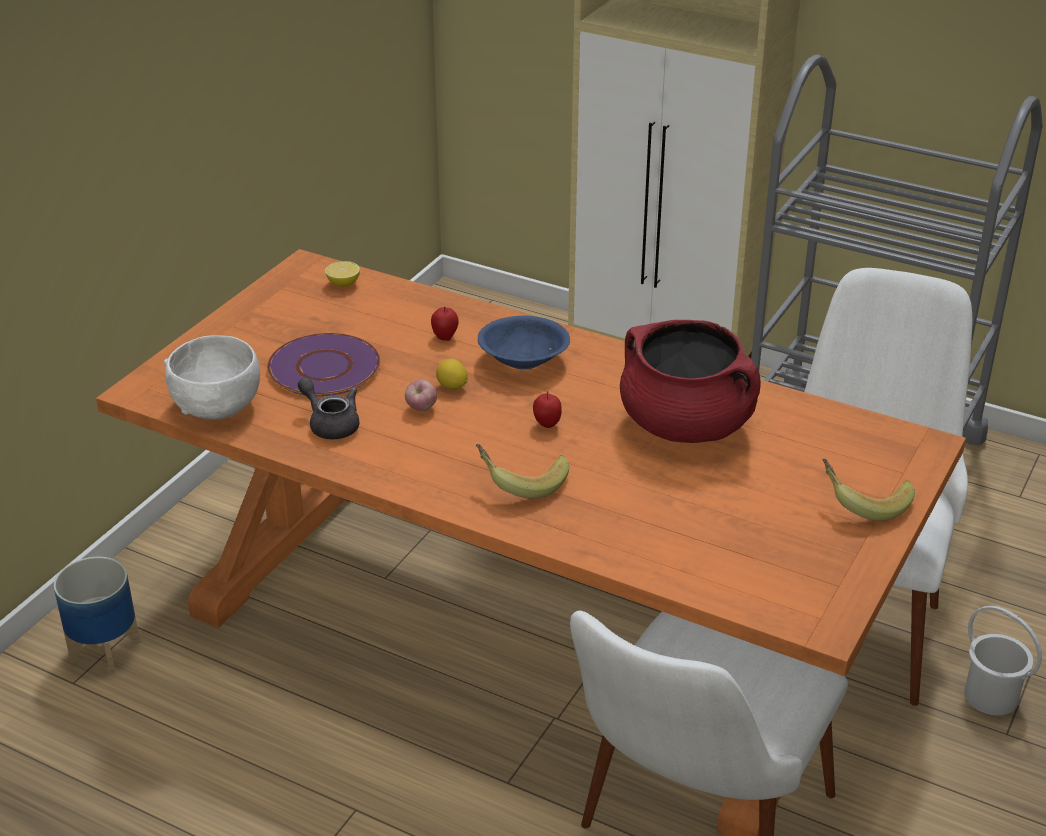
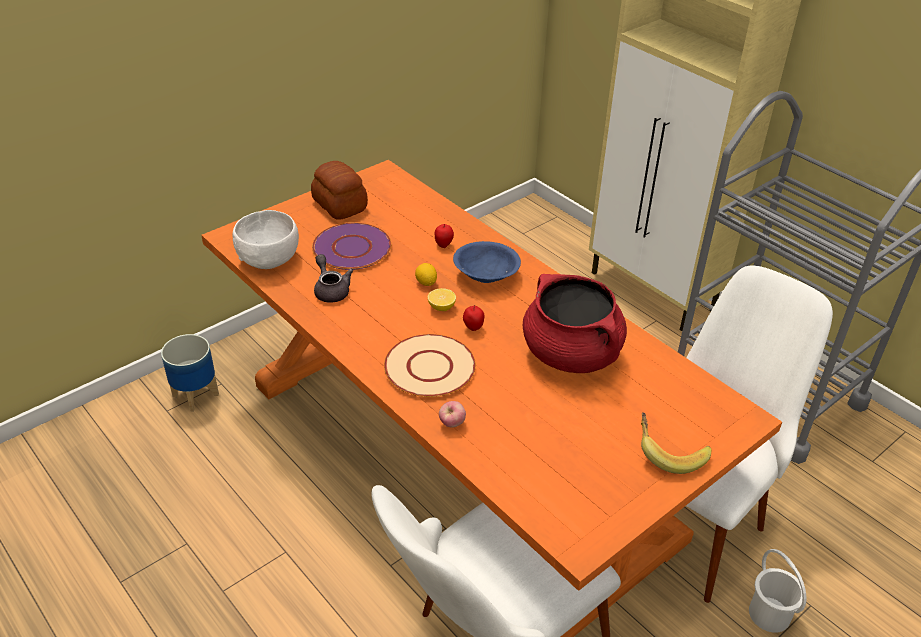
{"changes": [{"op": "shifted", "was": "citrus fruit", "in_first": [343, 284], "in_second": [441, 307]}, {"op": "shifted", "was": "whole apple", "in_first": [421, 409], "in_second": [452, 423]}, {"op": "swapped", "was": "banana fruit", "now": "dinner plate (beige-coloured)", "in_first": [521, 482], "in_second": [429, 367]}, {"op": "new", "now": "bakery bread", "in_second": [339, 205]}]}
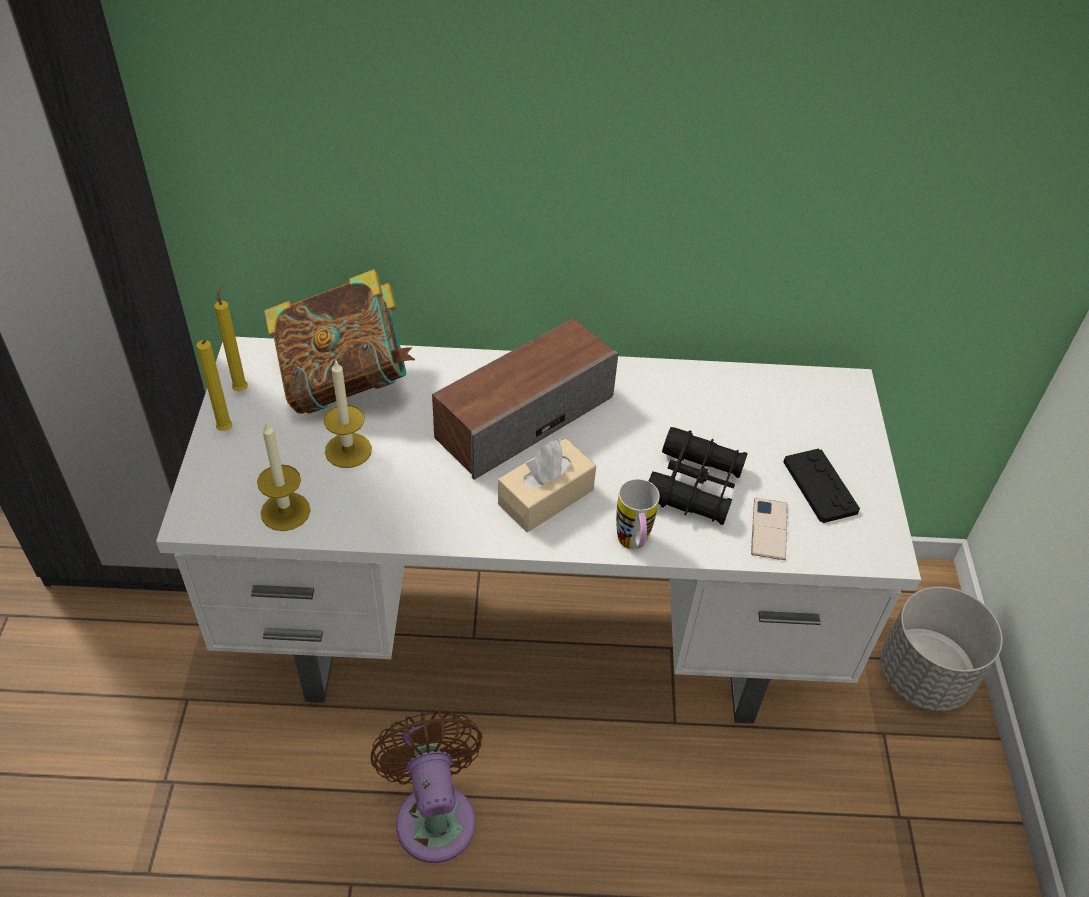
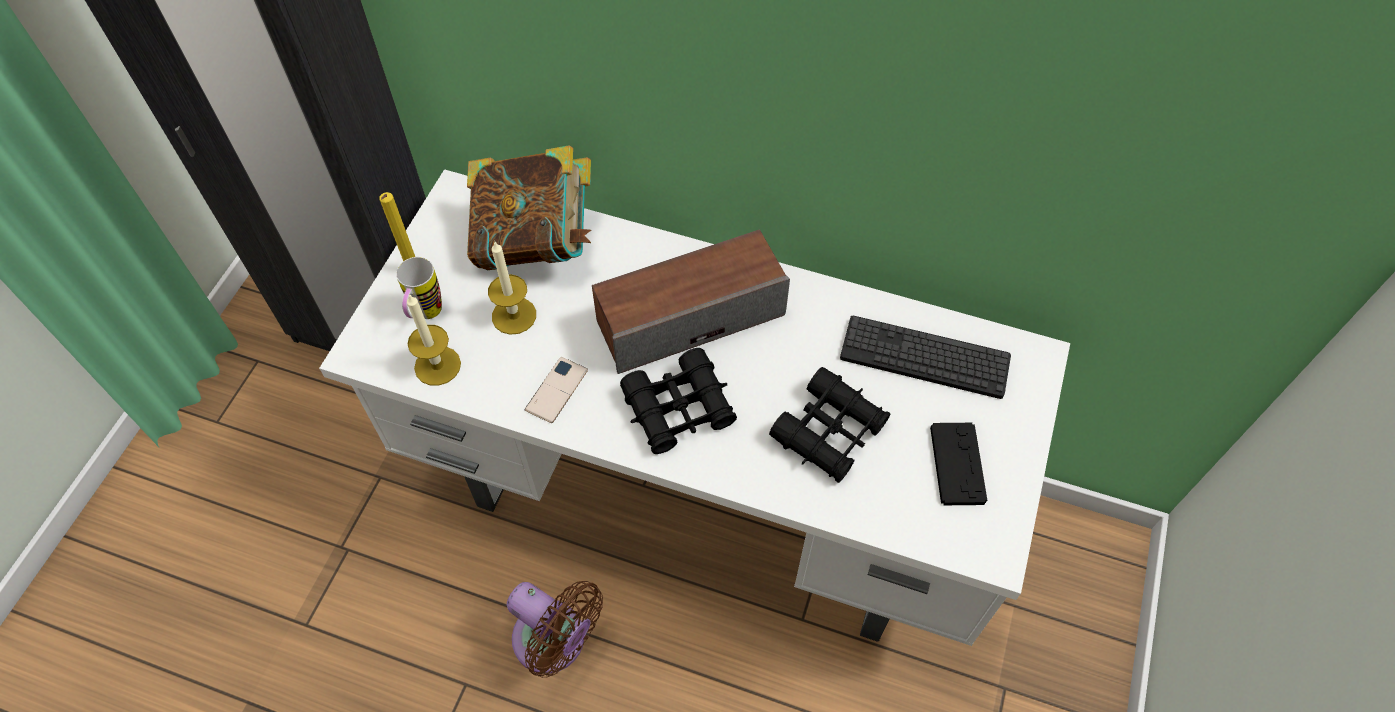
{"changes": [{"op": "gone", "was": "wax candle (yellow-coloured)", "in_first": [241, 388]}, {"op": "swapped", "was": "box of tissues (beige-coloured)", "now": "binoculars (black-coloured)", "in_first": [546, 497], "in_second": [679, 408]}, {"op": "shifted", "was": "tea mug", "in_first": [633, 546], "in_second": [425, 316]}, {"op": "shifted", "was": "phone", "in_first": [769, 529], "in_second": [556, 390]}, {"op": "gone", "was": "flower pot (gray)", "in_first": [924, 676]}, {"op": "rotated", "was": "cooling fan (brown)", "in_first": [434, 814], "in_second": [555, 642], "clockwise": 120}, {"op": "new", "now": "computer keyboard", "in_second": [924, 358]}]}
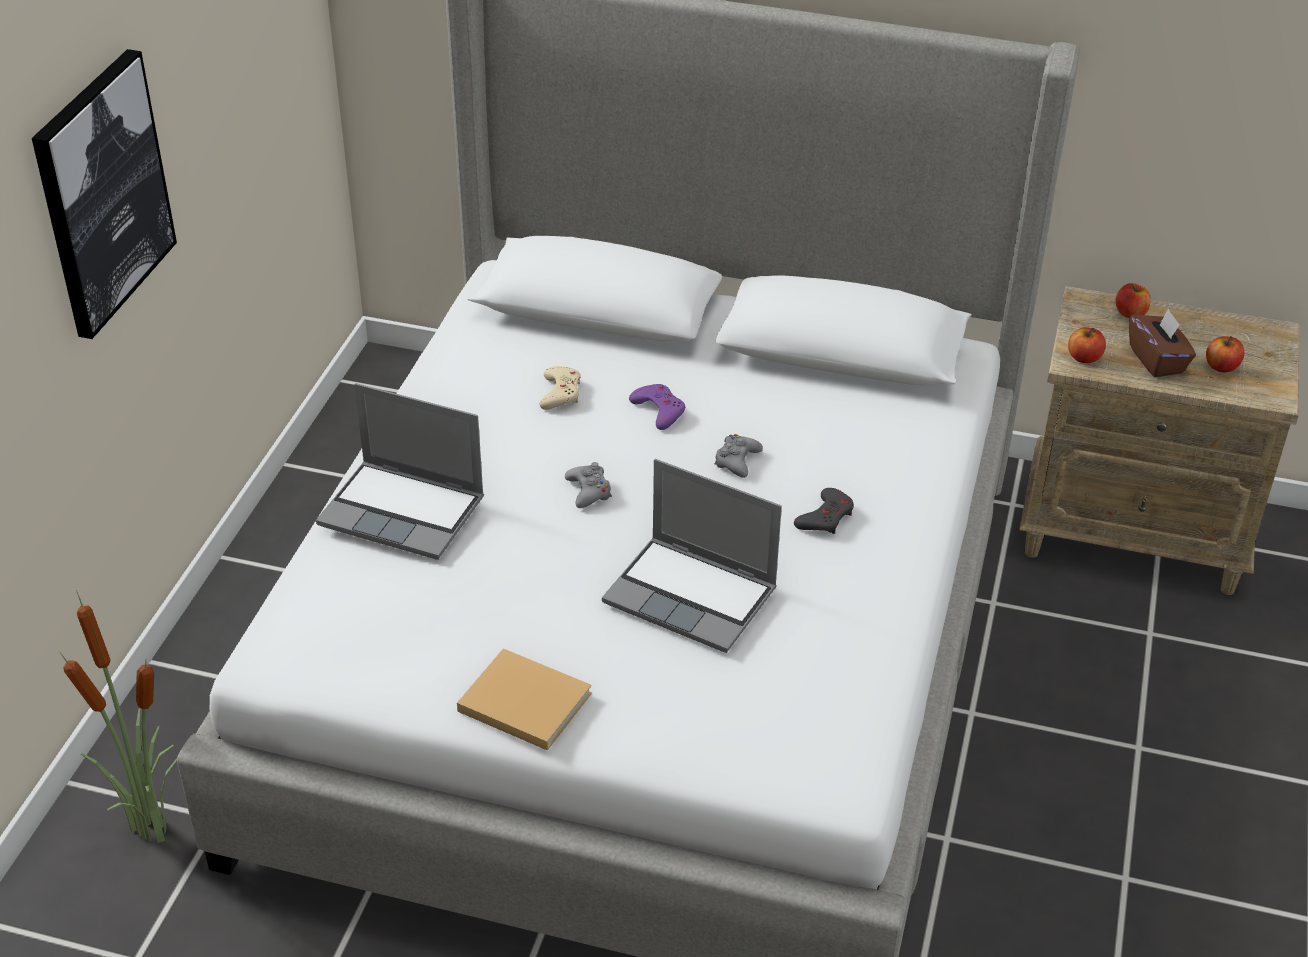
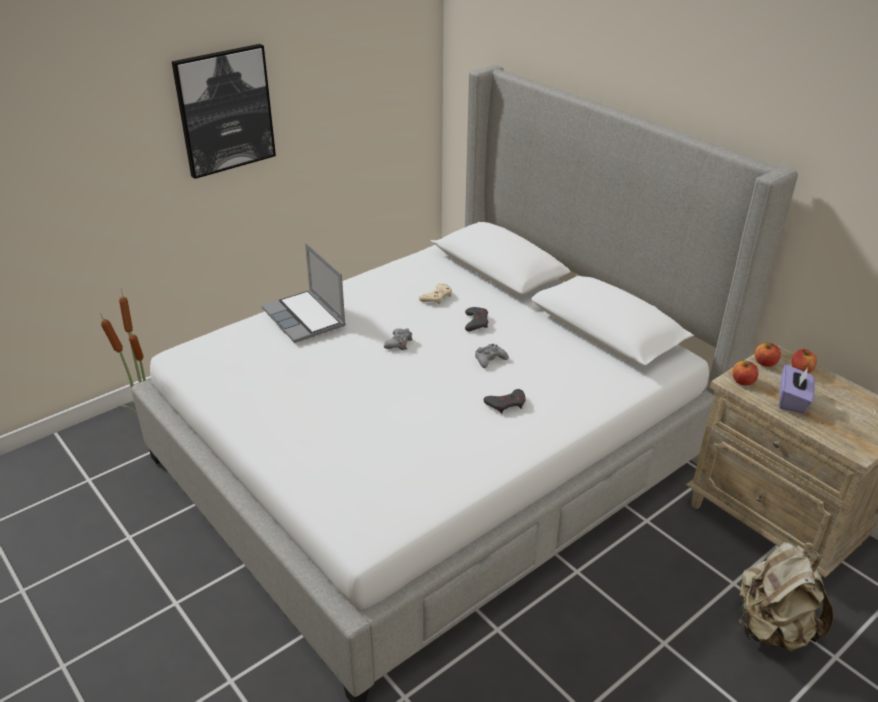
{"changes": [{"op": "repainted", "was": "box of tissues (brown)", "now": "box of tissues (purple-coloured)", "in_first": [1157, 360], "in_second": [792, 400]}, {"op": "shifted", "was": "whole apple", "in_first": [1221, 367], "in_second": [765, 363]}, {"op": "repainted", "was": "gamepad (purple-coloured)", "now": "gamepad (gray)", "in_first": [659, 410], "in_second": [476, 322]}, {"op": "gone", "was": "portable computer", "in_first": [693, 596]}, {"op": "gone", "was": "bound book (beige-coloured)", "in_first": [521, 701]}, {"op": "new", "now": "rucksack (beige-coloured)", "in_second": [772, 628]}]}
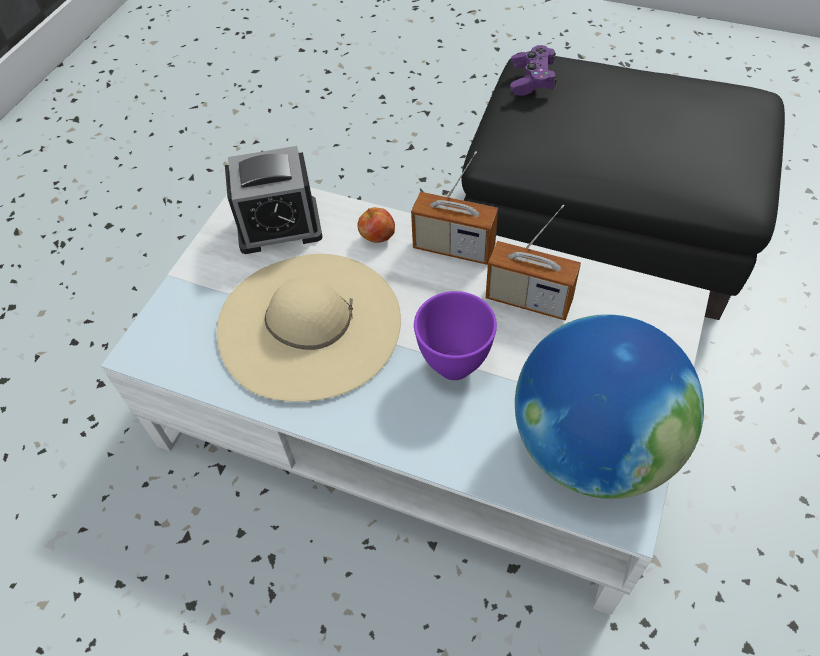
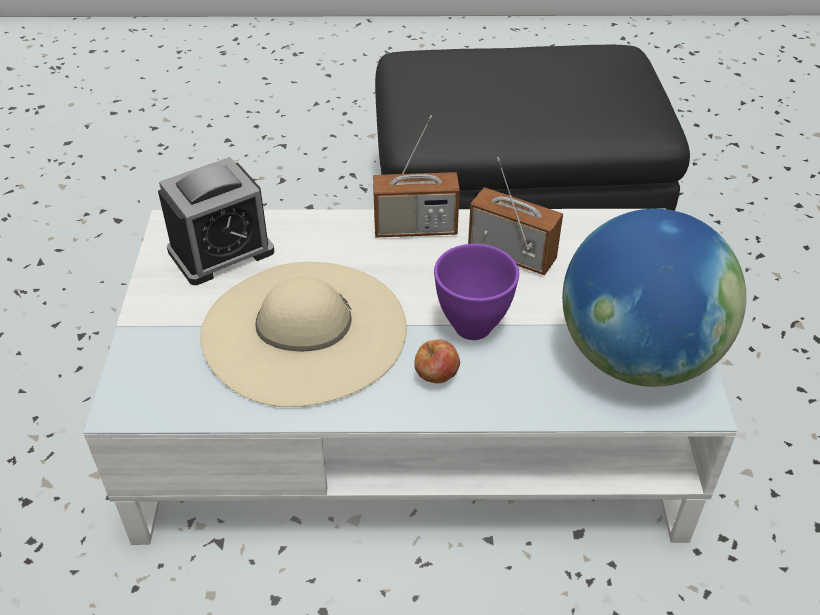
{"changes": [{"op": "gone", "was": "gamepad (purple-coloured)", "in_first": [532, 80]}, {"op": "rotated", "was": "radio set", "in_first": [528, 300], "in_second": [511, 254], "clockwise": -150}, {"op": "shifted", "was": "whole apple", "in_first": [377, 238], "in_second": [436, 377]}]}
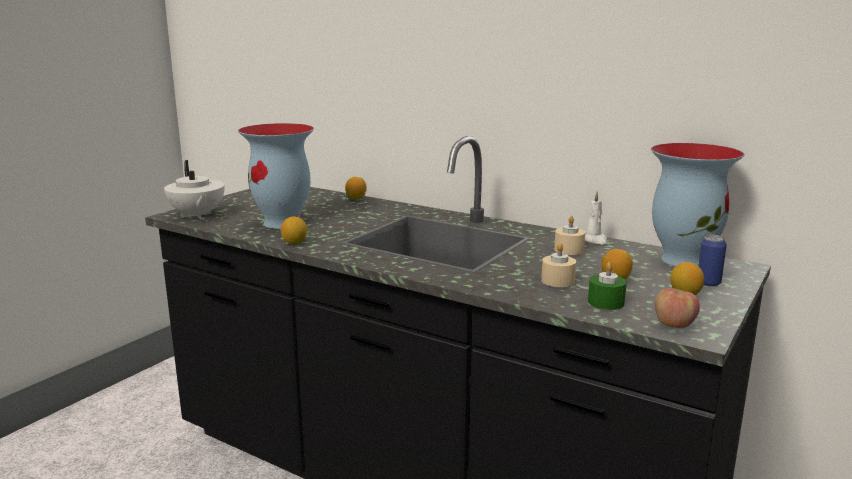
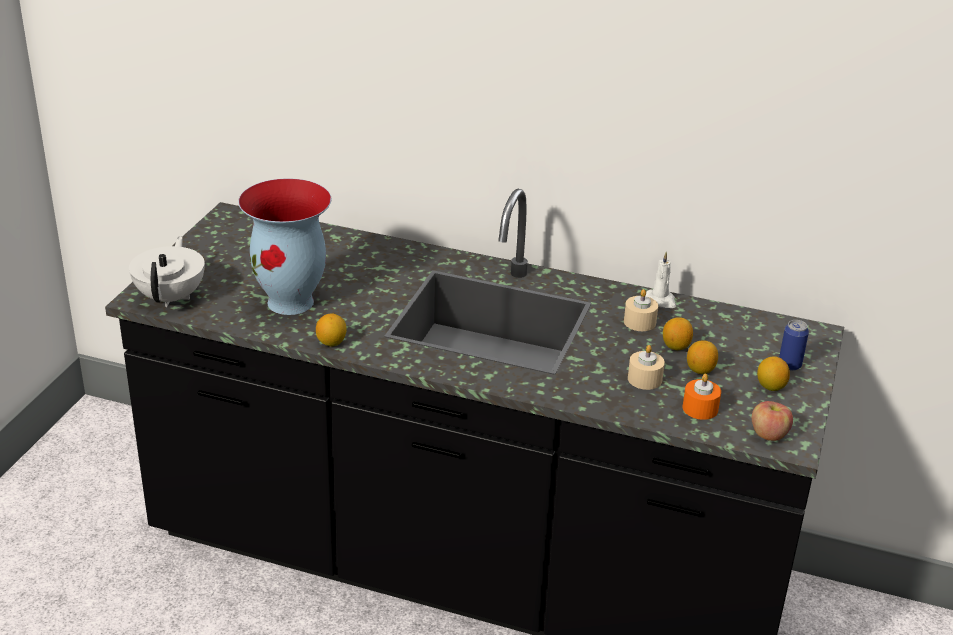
{"changes": [{"op": "gone", "was": "decorative vase", "in_first": [683, 259]}, {"op": "rotated", "was": "teapot (white)", "in_first": [197, 215], "in_second": [171, 297], "clockwise": -135}, {"op": "shifted", "was": "citrus fruit", "in_first": [356, 198], "in_second": [676, 346]}, {"op": "repainted", "was": "wax candle (greenish)", "now": "wax candle (orange)", "in_first": [606, 302], "in_second": [700, 408]}]}
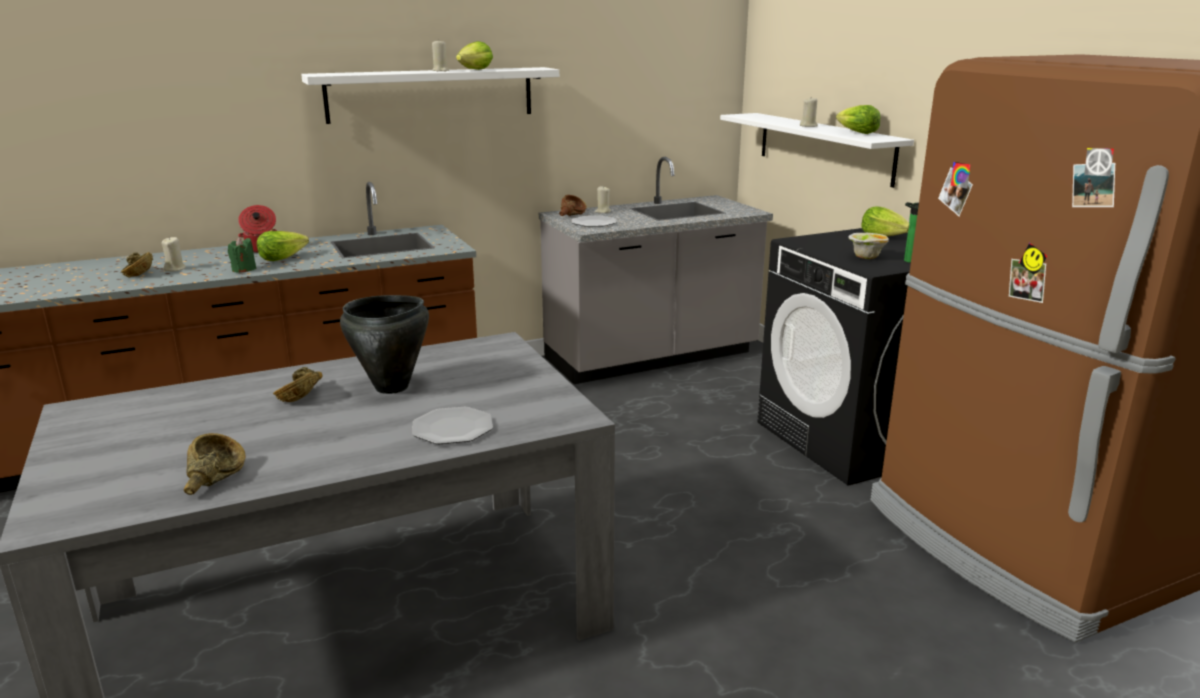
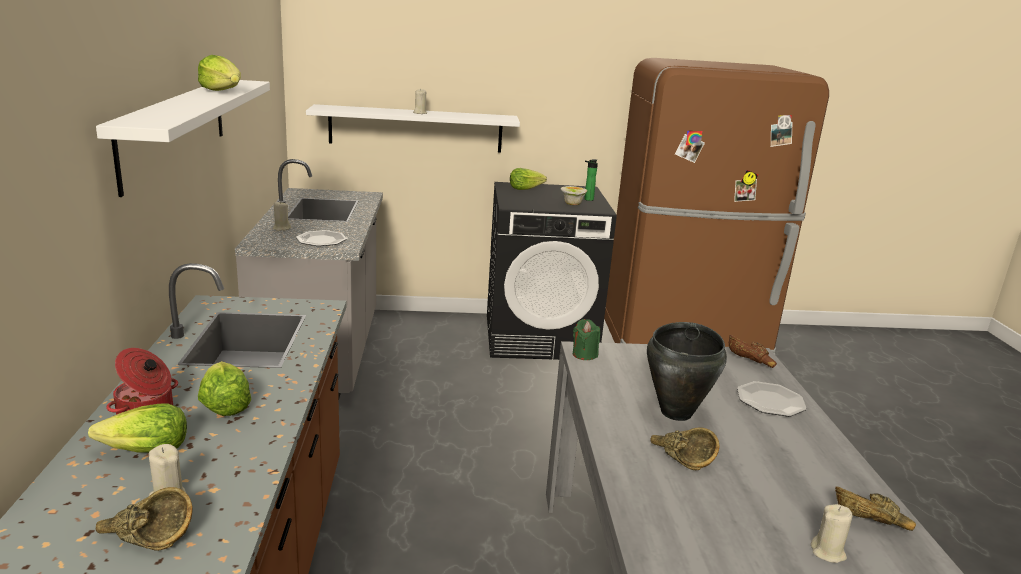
{"changes": [{"op": "shifted", "was": "wax candle (beige-coloured)", "in_first": [440, 71], "in_second": [828, 552]}, {"op": "shifted", "was": "head of lettuce", "in_first": [856, 133], "in_second": [145, 451]}, {"op": "shifted", "was": "deep dish (brown)", "in_first": [571, 215], "in_second": [751, 361]}, {"op": "shifted", "was": "wax candle (greenish)", "in_first": [244, 269], "in_second": [584, 354]}]}
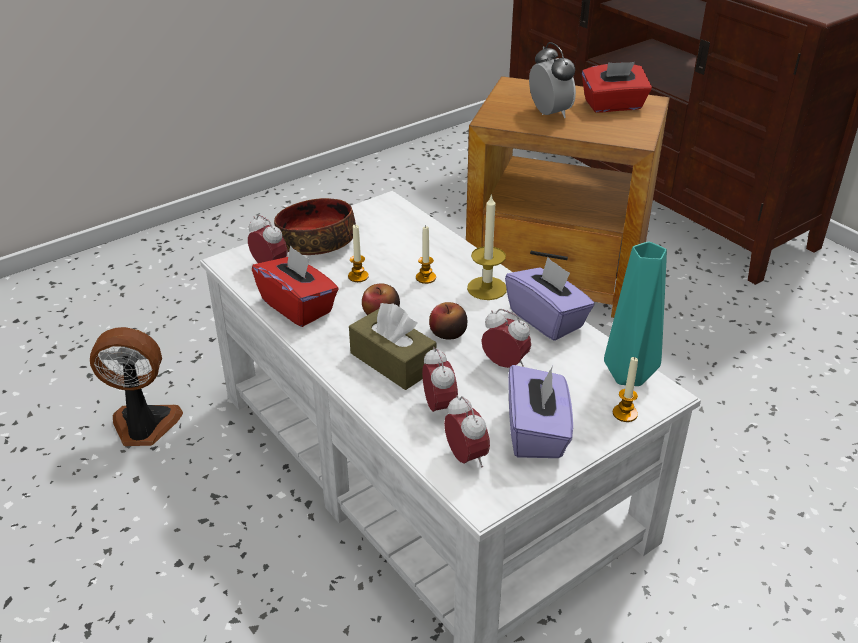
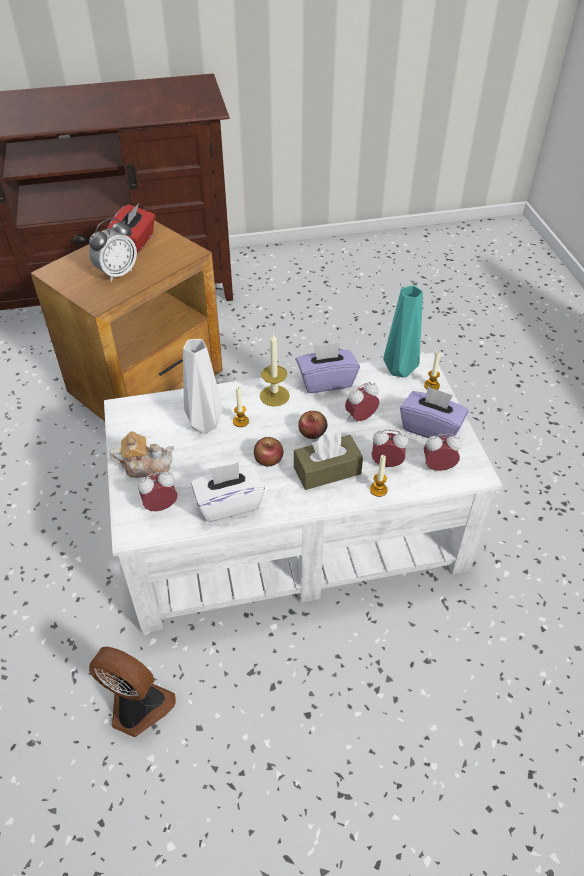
{"changes": [{"op": "rotated", "was": "table clock", "in_first": [549, 113], "in_second": [117, 273], "clockwise": 135}, {"op": "swapped", "was": "deep dish", "now": "teapot", "in_first": [317, 241], "in_second": [146, 466]}, {"op": "shifted", "was": "wax candle", "in_first": [358, 276], "in_second": [378, 490]}, {"op": "repainted", "was": "box of tissues (red-coloured)", "now": "box of tissues (white)", "in_first": [298, 306], "in_second": [229, 503]}, {"op": "rotated", "was": "cooling fan", "in_first": [144, 426], "in_second": [137, 708], "clockwise": 90}, {"op": "new", "now": "decorative vase (white)", "in_second": [204, 423]}]}
